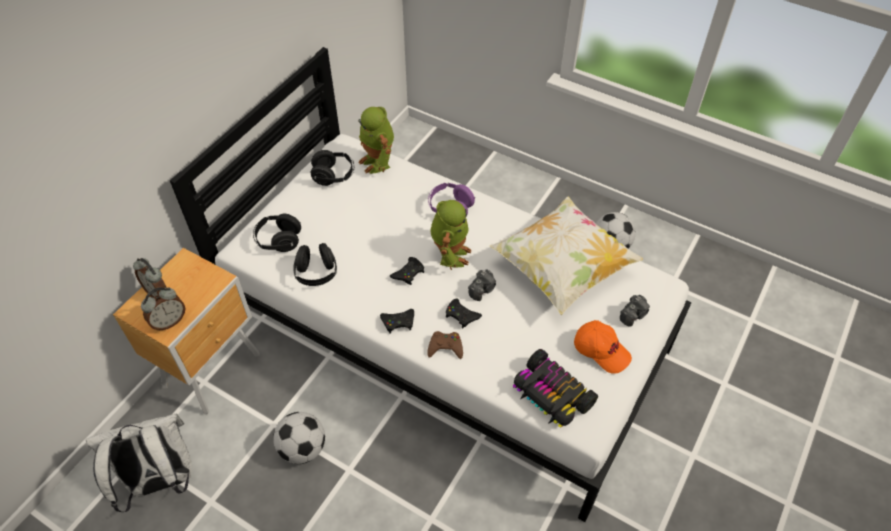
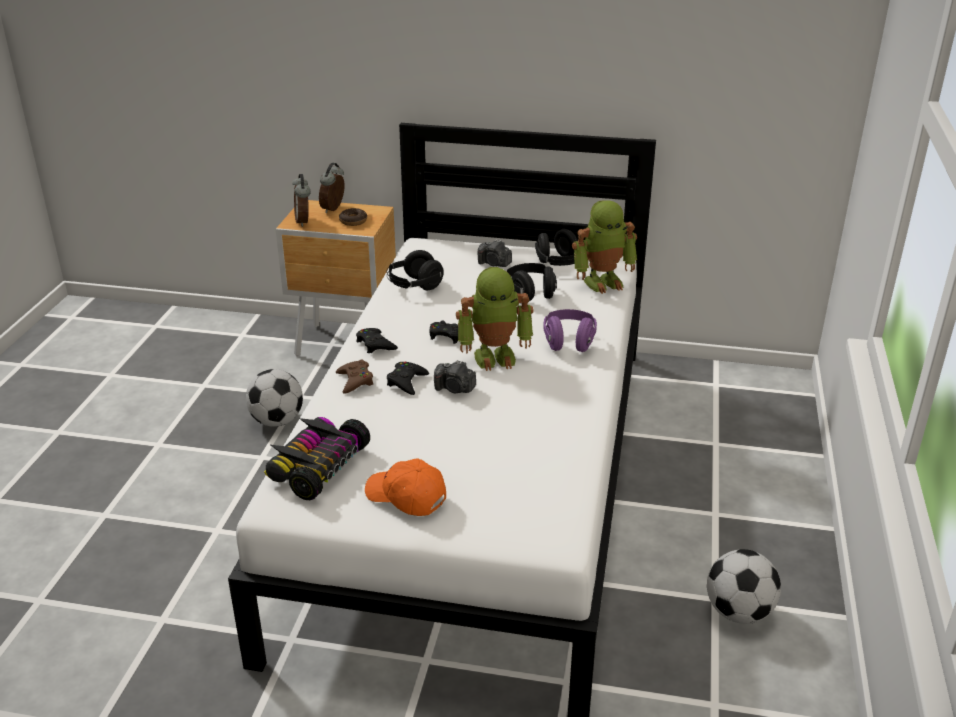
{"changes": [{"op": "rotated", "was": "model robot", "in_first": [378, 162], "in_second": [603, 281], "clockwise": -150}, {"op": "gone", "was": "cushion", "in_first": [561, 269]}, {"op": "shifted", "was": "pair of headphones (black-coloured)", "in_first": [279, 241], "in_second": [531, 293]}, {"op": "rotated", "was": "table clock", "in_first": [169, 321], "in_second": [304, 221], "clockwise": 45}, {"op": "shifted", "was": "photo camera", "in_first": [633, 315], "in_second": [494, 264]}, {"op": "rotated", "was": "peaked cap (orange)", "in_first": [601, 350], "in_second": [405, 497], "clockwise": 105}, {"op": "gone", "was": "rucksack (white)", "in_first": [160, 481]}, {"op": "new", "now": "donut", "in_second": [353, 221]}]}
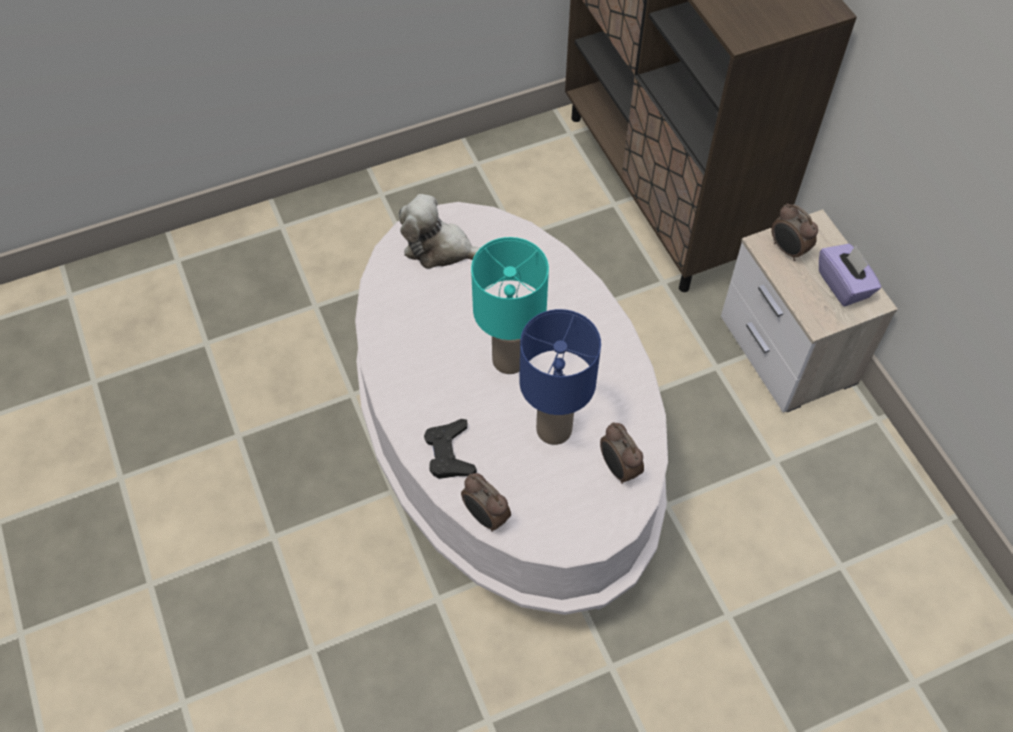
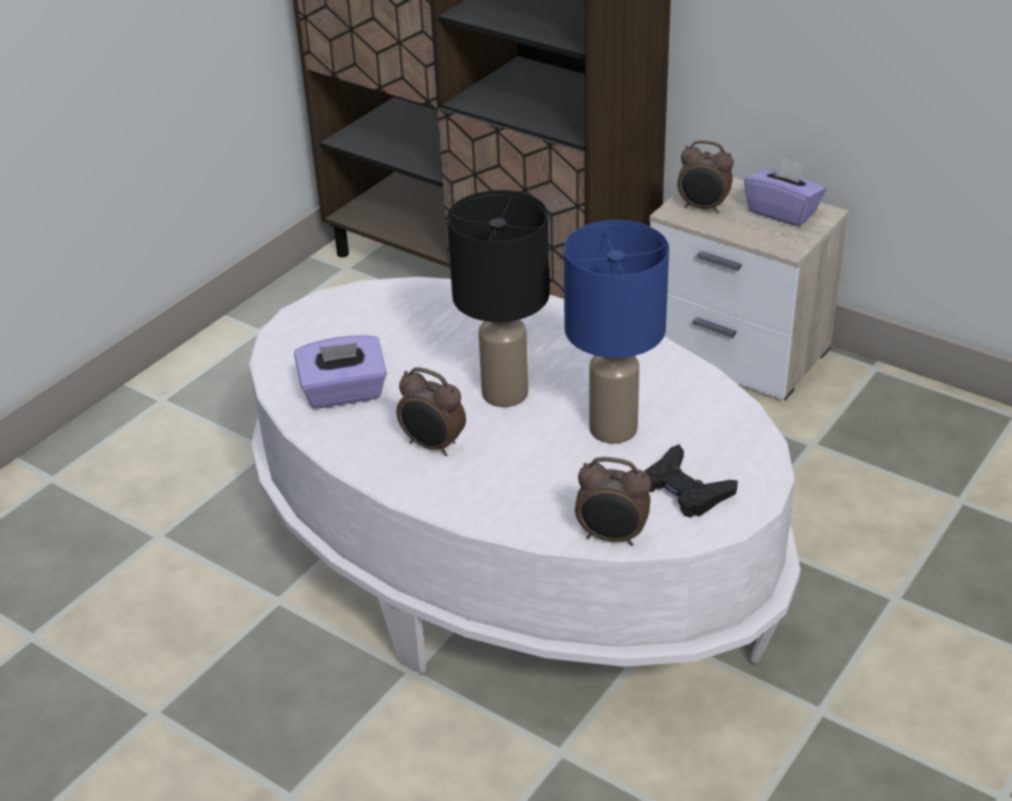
{"changes": [{"op": "gone", "was": "soft toy", "in_first": [440, 248]}, {"op": "repainted", "was": "lamp for a table (turquoise-coloured)", "now": "lamp for a table (black-coloured)", "in_first": [509, 361], "in_second": [505, 394]}, {"op": "shifted", "was": "gamepad (black-coloured)", "in_first": [449, 453], "in_second": [685, 489]}, {"op": "shifted", "was": "table clock", "in_first": [618, 469], "in_second": [433, 446]}, {"op": "new", "now": "box of tissues (purple-coloured)", "in_second": [344, 393]}]}
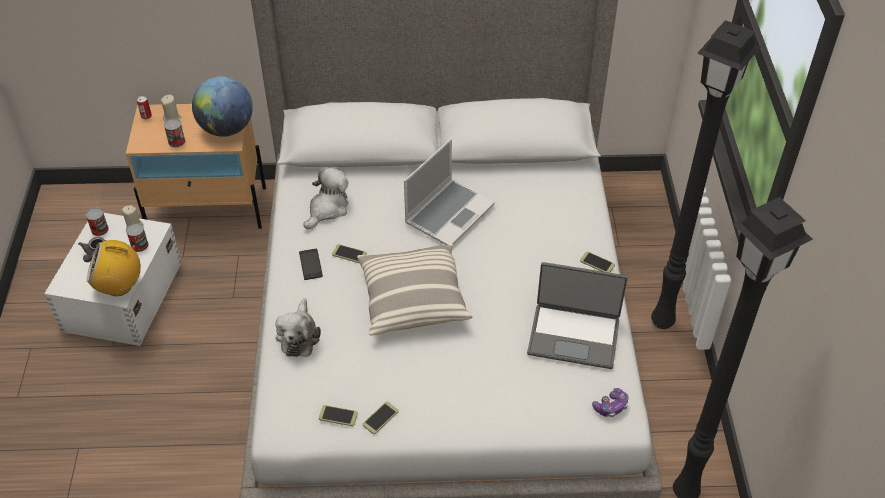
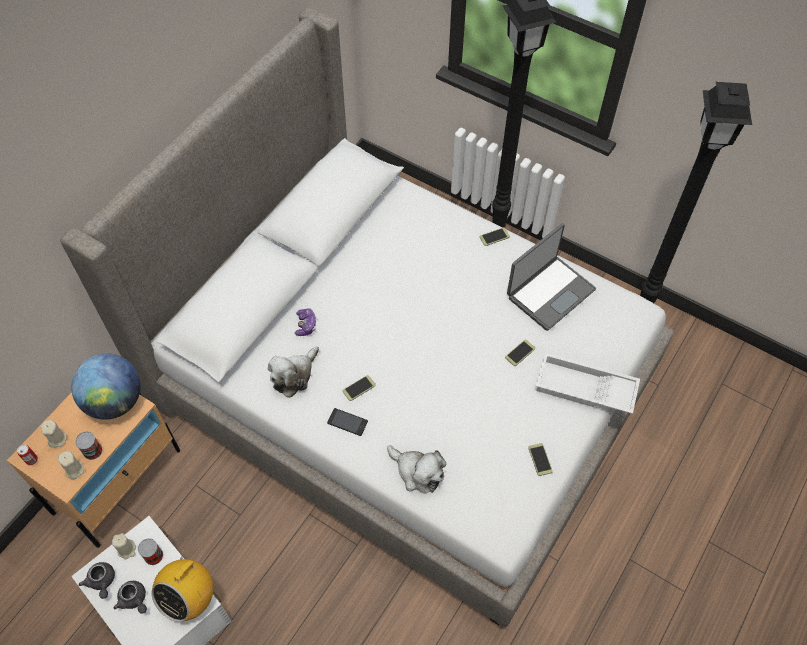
{"changes": [{"op": "gone", "was": "portable computer", "in_first": [449, 213]}, {"op": "rotated", "was": "soft toy", "in_first": [327, 209], "in_second": [294, 376], "clockwise": -120}, {"op": "swapped", "was": "metal can", "now": "teapot (gray)", "in_first": [100, 229], "in_second": [102, 582]}, {"op": "gone", "was": "cushion", "in_first": [412, 299]}, {"op": "shifted", "was": "gamepad", "in_first": [611, 406], "in_second": [306, 325]}, {"op": "shifted", "was": "phone", "in_first": [338, 416], "in_second": [520, 353]}, {"op": "new", "now": "tray (white)", "in_second": [584, 389]}, {"op": "new", "now": "wax candle (beige-coloured)", "in_second": [74, 470]}]}
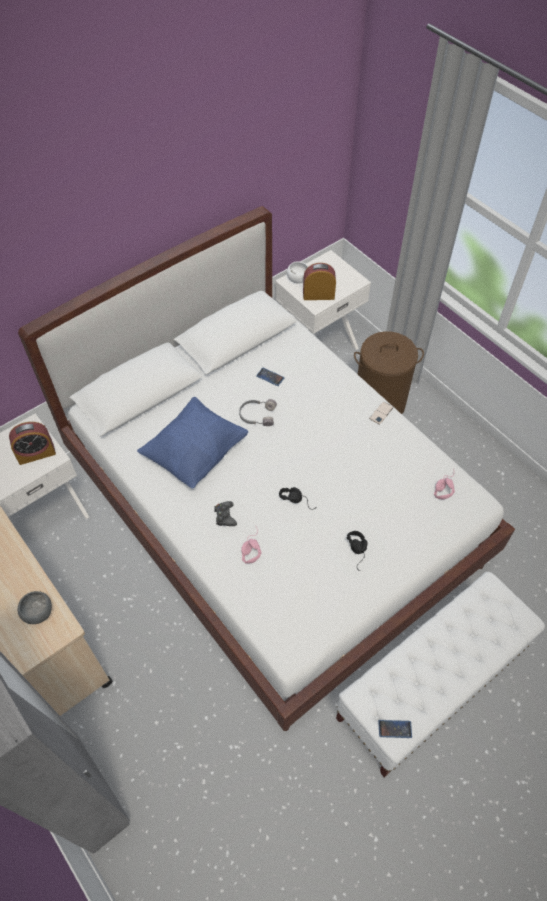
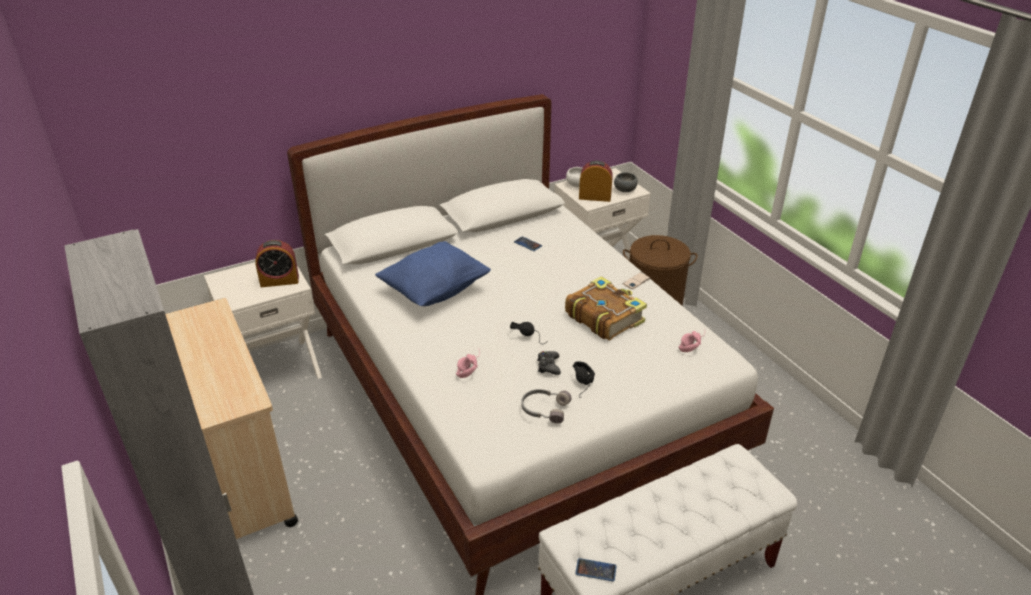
{"changes": [{"op": "shifted", "was": "pair of headphones (gray)", "in_first": [257, 415], "in_second": [544, 409]}, {"op": "shifted", "was": "gamepad (black-coloured)", "in_first": [225, 516], "in_second": [548, 366]}, {"op": "shifted", "was": "deep dish (gray)", "in_first": [39, 613], "in_second": [625, 190]}, {"op": "new", "now": "bound book", "in_second": [604, 317]}]}
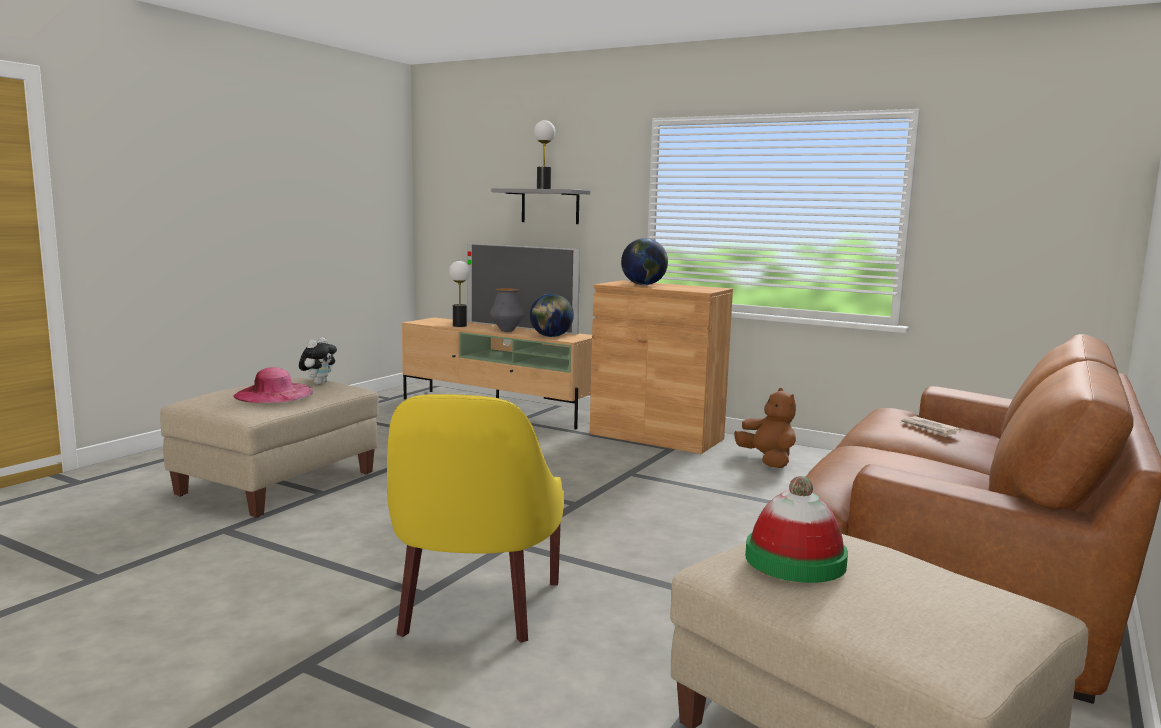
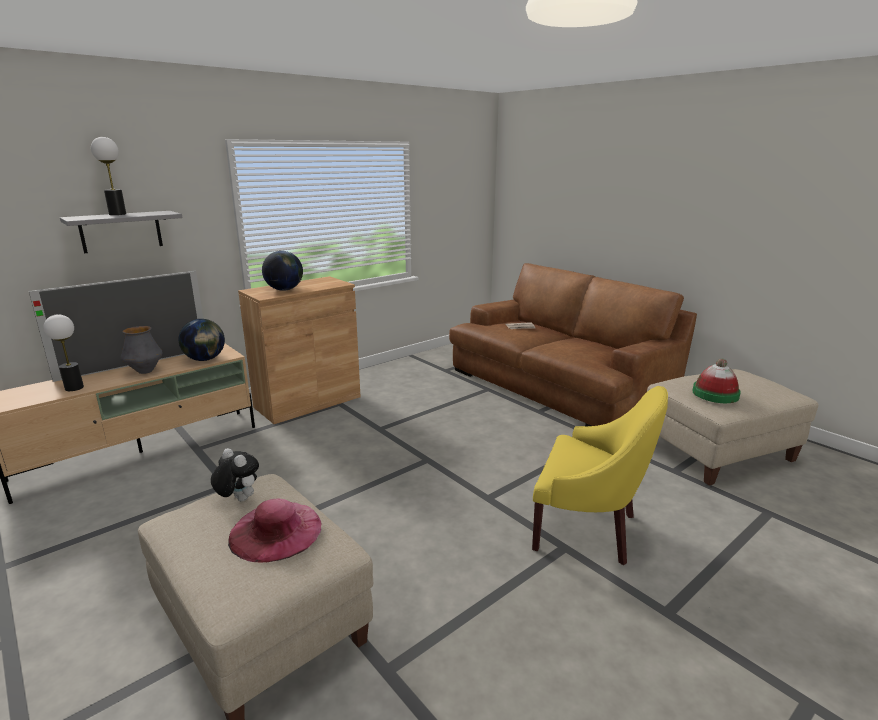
{"changes": [{"op": "gone", "was": "soft toy (brown)", "in_first": [767, 461]}]}
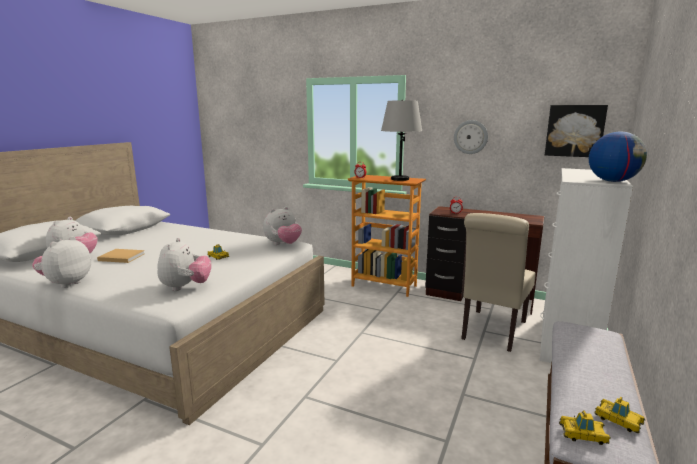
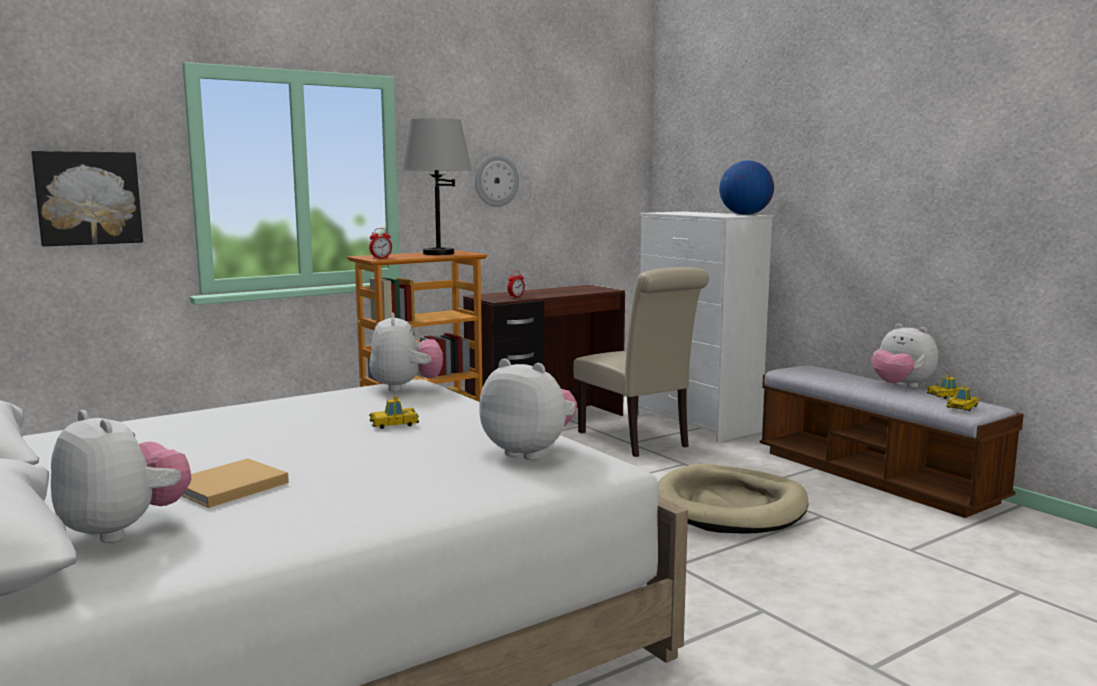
{"changes": [{"op": "shifted", "was": "wall art", "in_first": [574, 130], "in_second": [88, 198]}, {"op": "shifted", "was": "soft toy", "in_first": [66, 283], "in_second": [901, 386]}, {"op": "new", "now": "pet bed (beige-coloured)", "in_second": [729, 507]}]}
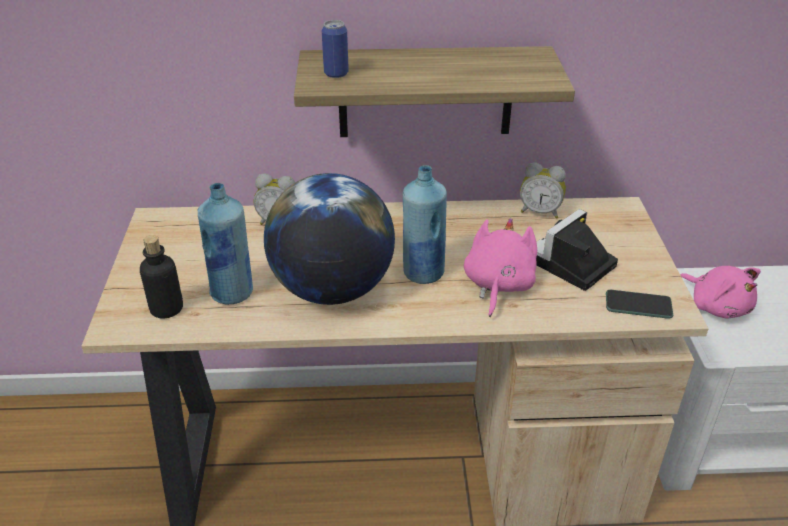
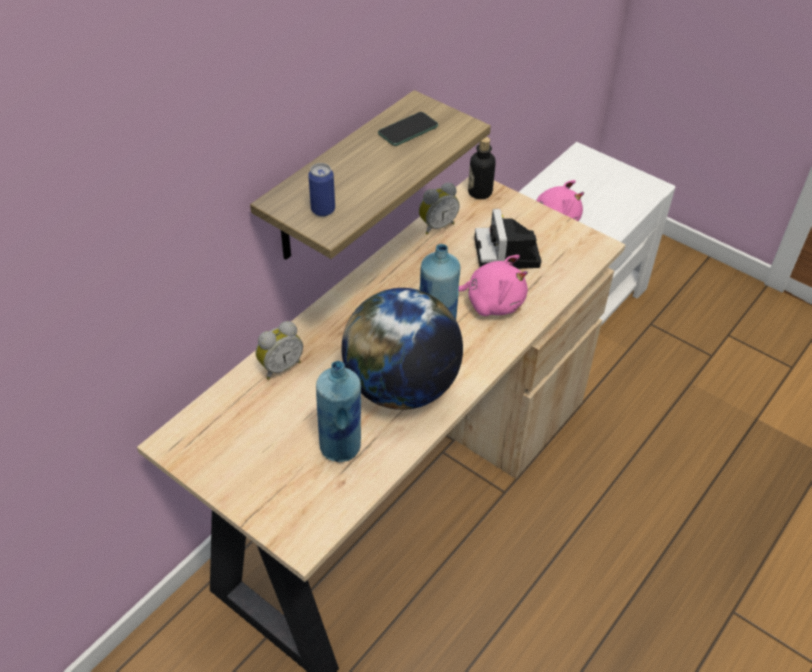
{"changes": [{"op": "rotated", "was": "soft toy (pink-coloured)", "in_first": [497, 285], "in_second": [490, 302], "clockwise": 135}, {"op": "shifted", "was": "drink bottle", "in_first": [166, 309], "in_second": [480, 192]}, {"op": "shifted", "was": "phone", "in_first": [638, 305], "in_second": [408, 130]}]}
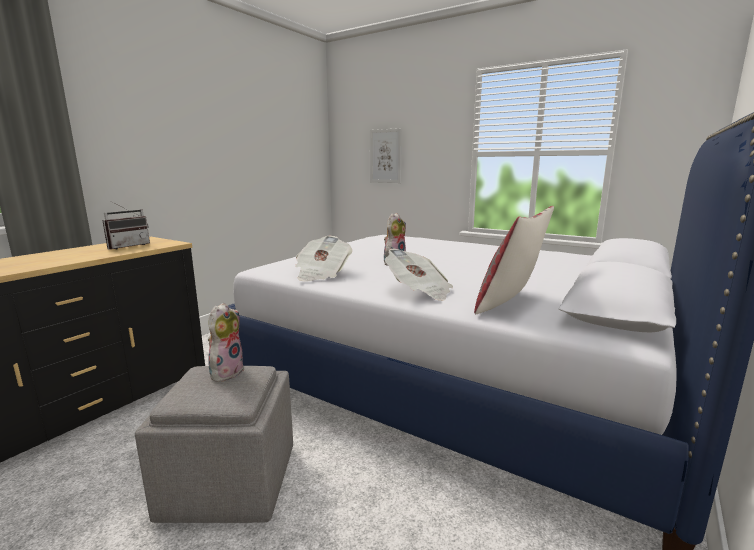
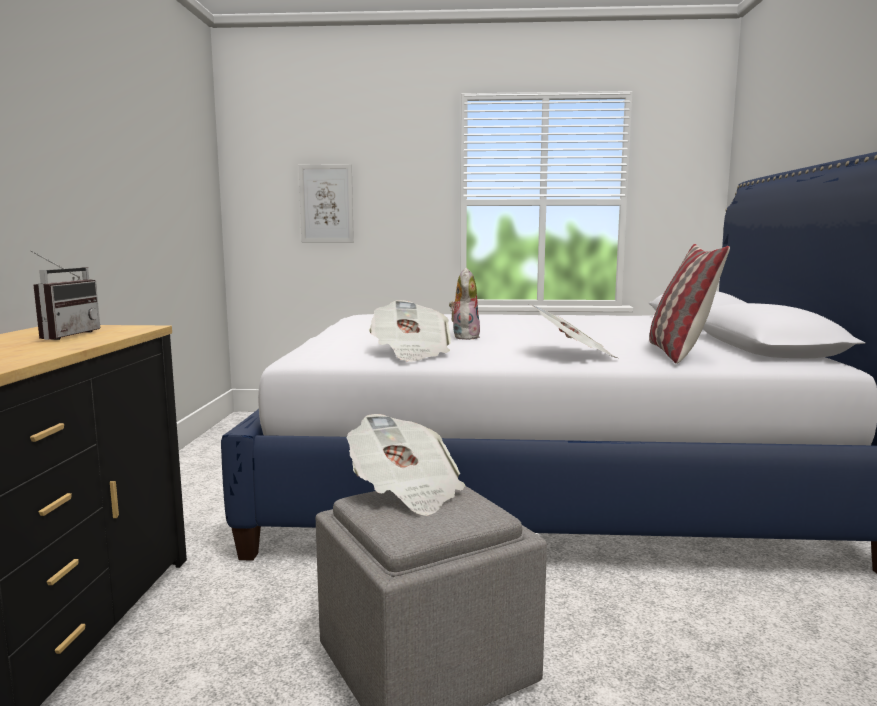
{"changes": [{"op": "swapped", "was": "soft toy", "now": "printed paper", "in_first": [226, 372], "in_second": [406, 492]}]}
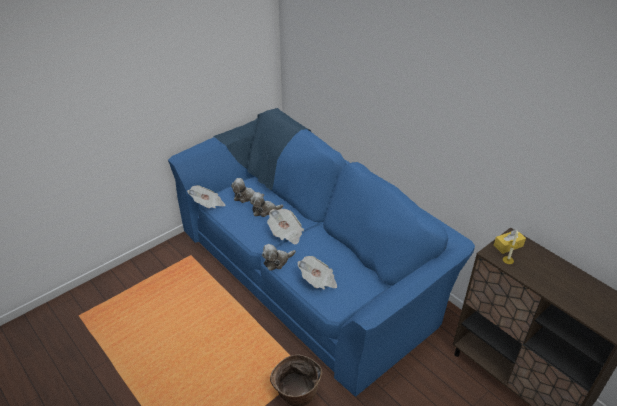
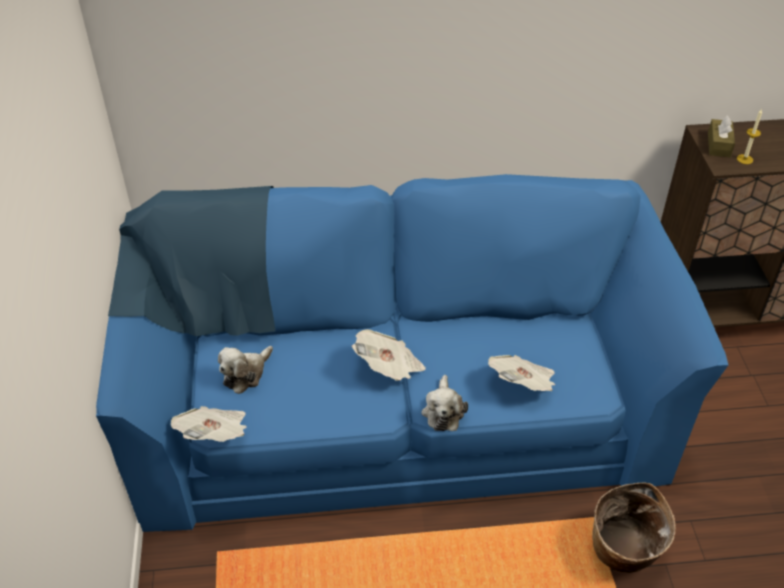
{"changes": [{"op": "gone", "was": "soft toy", "in_first": [264, 210]}, {"op": "repainted", "was": "box of tissues (yellow-coloured)", "now": "box of tissues (brown)", "in_first": [508, 245], "in_second": [719, 145]}]}
